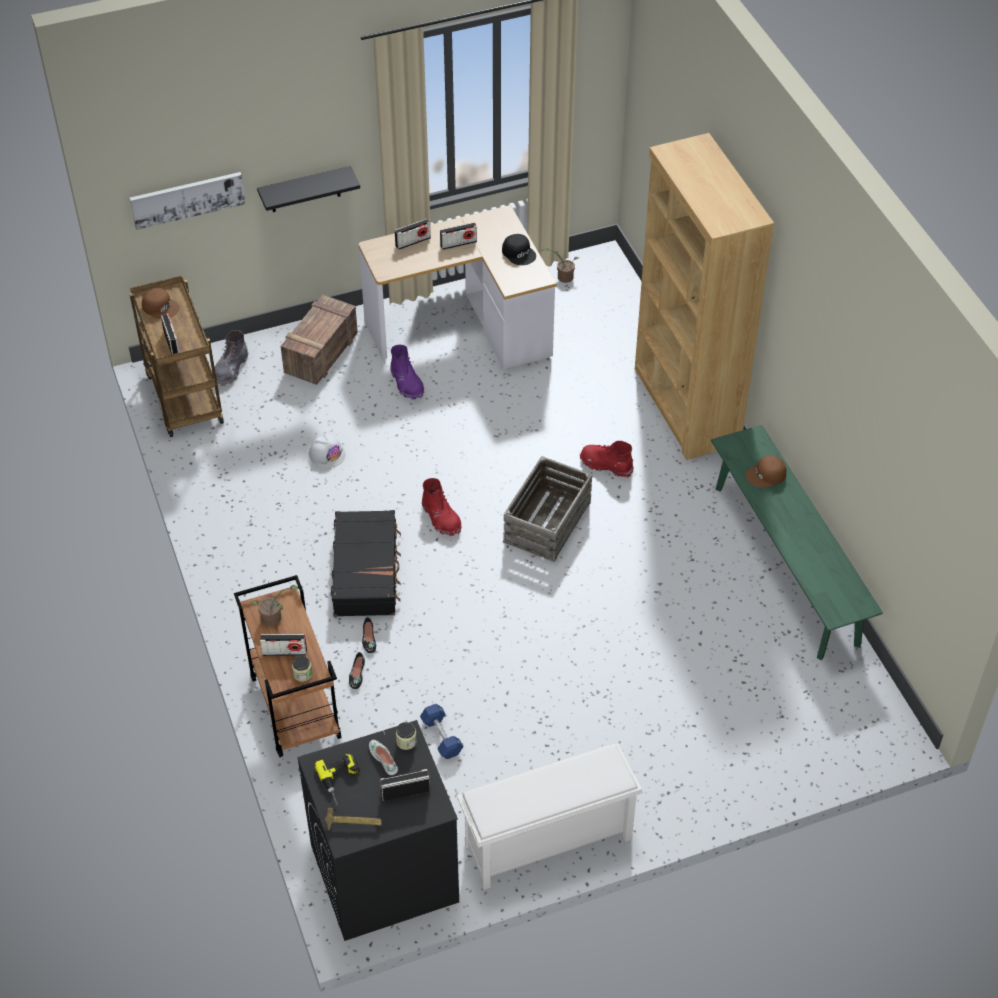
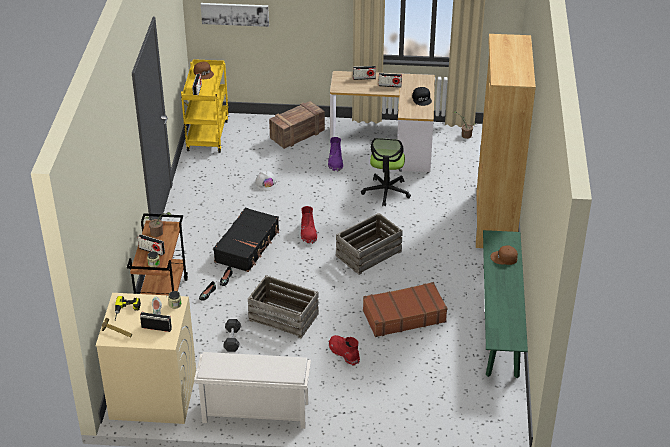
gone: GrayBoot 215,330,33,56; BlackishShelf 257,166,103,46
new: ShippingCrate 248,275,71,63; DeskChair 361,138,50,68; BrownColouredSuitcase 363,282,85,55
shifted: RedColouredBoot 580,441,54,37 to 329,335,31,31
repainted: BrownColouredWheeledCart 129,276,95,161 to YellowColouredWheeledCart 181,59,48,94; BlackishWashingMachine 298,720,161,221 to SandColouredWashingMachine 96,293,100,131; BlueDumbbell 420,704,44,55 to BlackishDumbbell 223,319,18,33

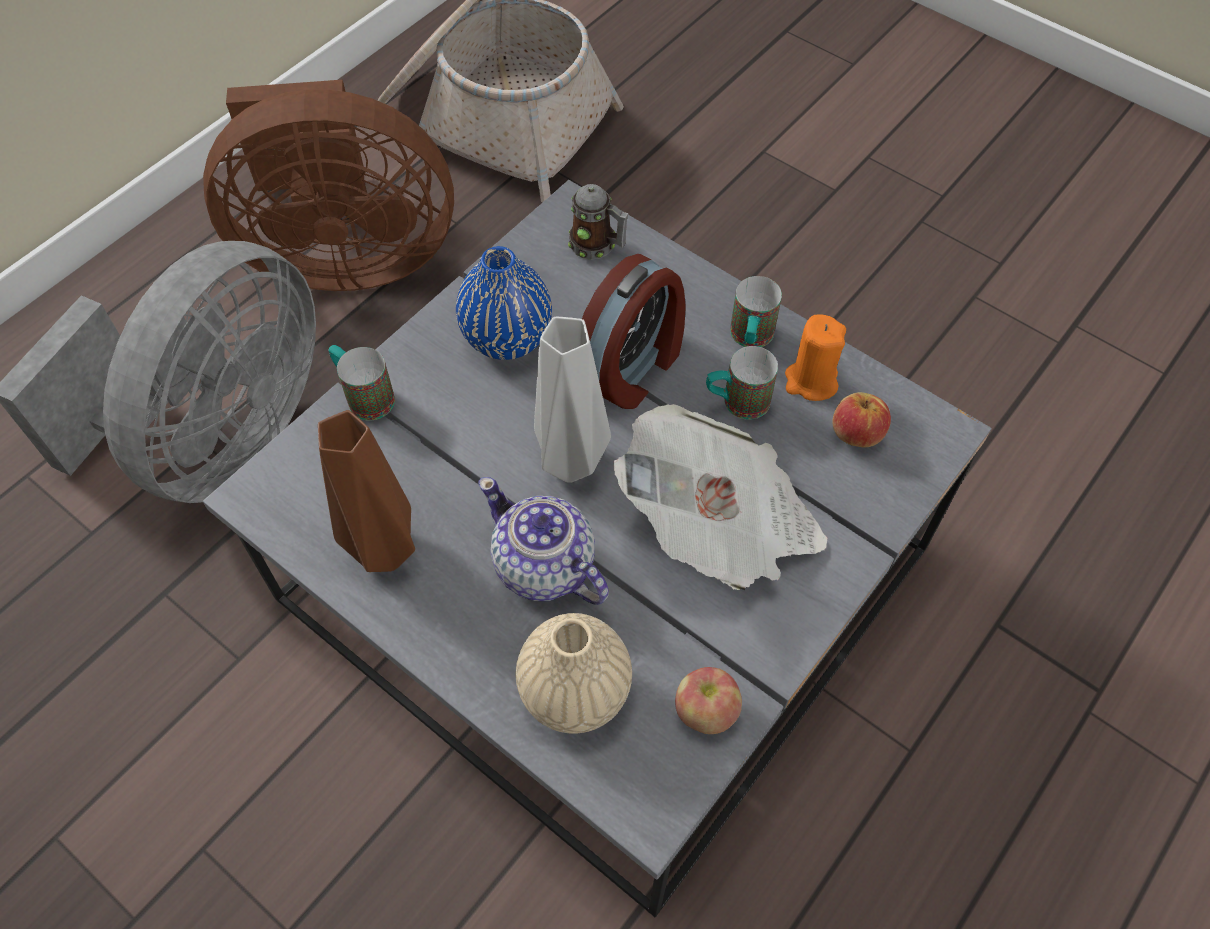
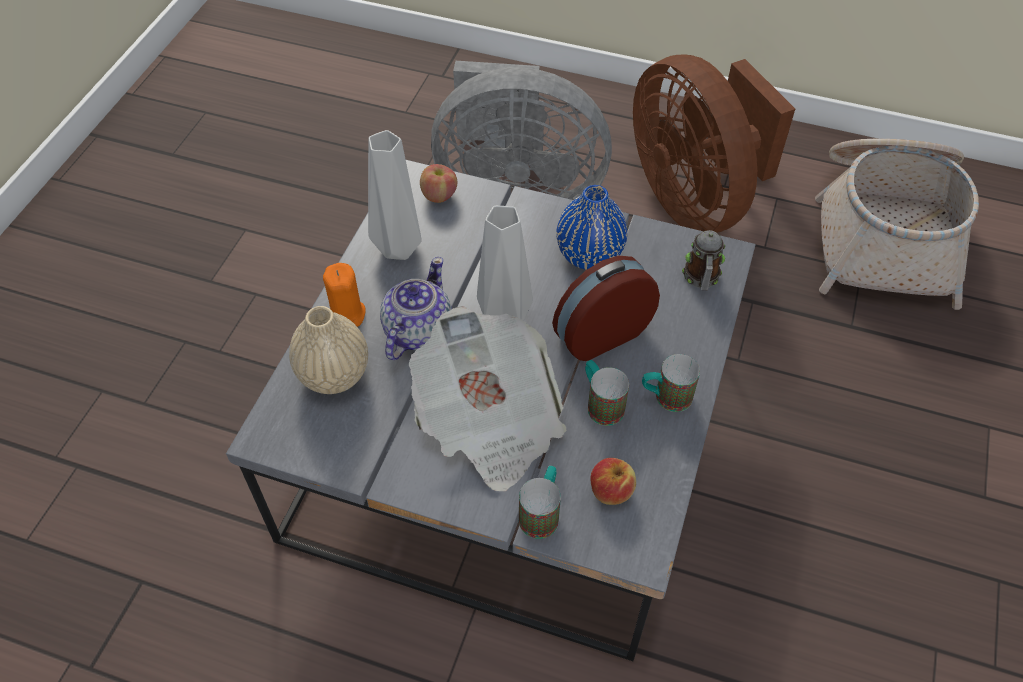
shifted: Mug 329,345,66,76 to 519,466,42,73; AppleFruit 675,667,67,67 to 420,164,37,39; OrangeWaxCandle 785,314,61,87 to 323,263,43,64
repainted: BrownColouredVase 318,410,97,162 to GrayVase 368,130,54,130
rotated: TableClock 582,254,104,155 = 552,256,108,105 135 degrees clockwise

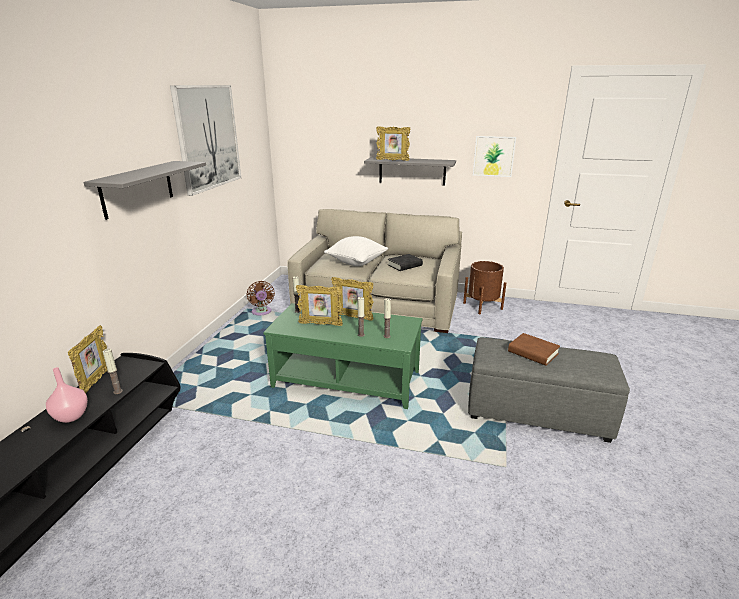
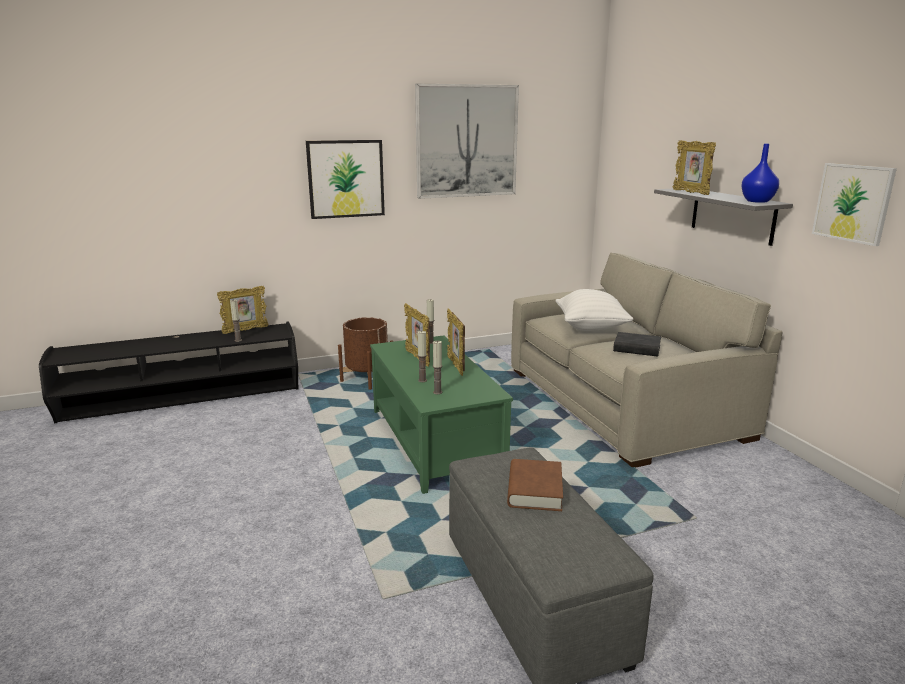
gone: PinkishVase 46,367,42,56; BrownColouredElectricFan 246,281,29,34
new: BlueVase 741,144,38,59
shifted: BrownColouredFlowerPot 463,261,43,53 to 338,317,55,73
swapped: GrayShelf 83,161,123,59 to WallArt 306,140,79,79

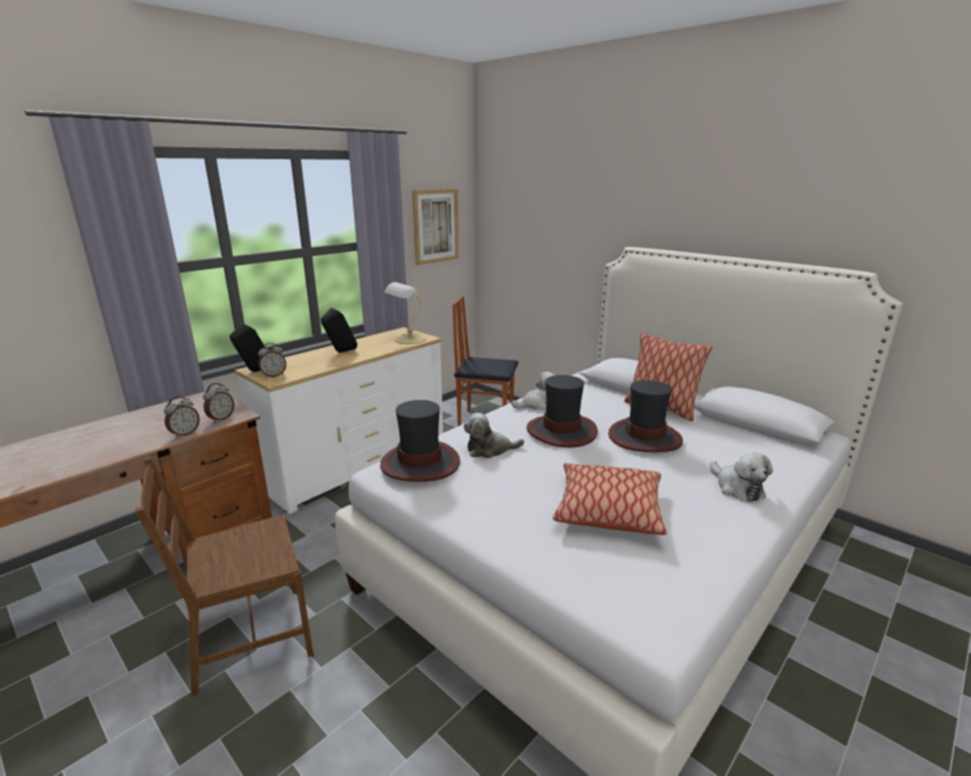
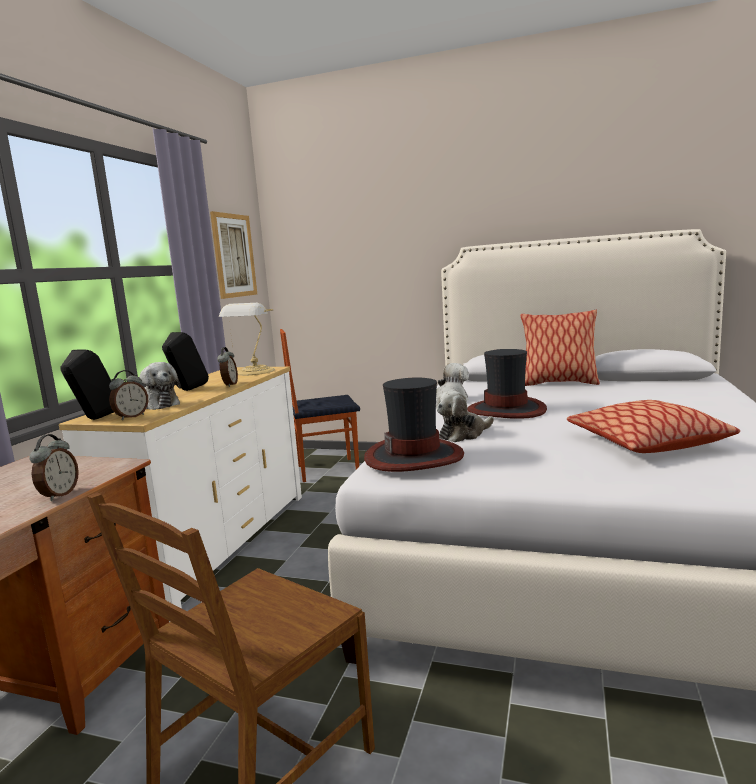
gone: WearableHat 608,380,75,72
shifted: TableClock 203,383,31,39 to 217,347,21,40; SoftToy 710,453,63,49 to 139,362,42,48

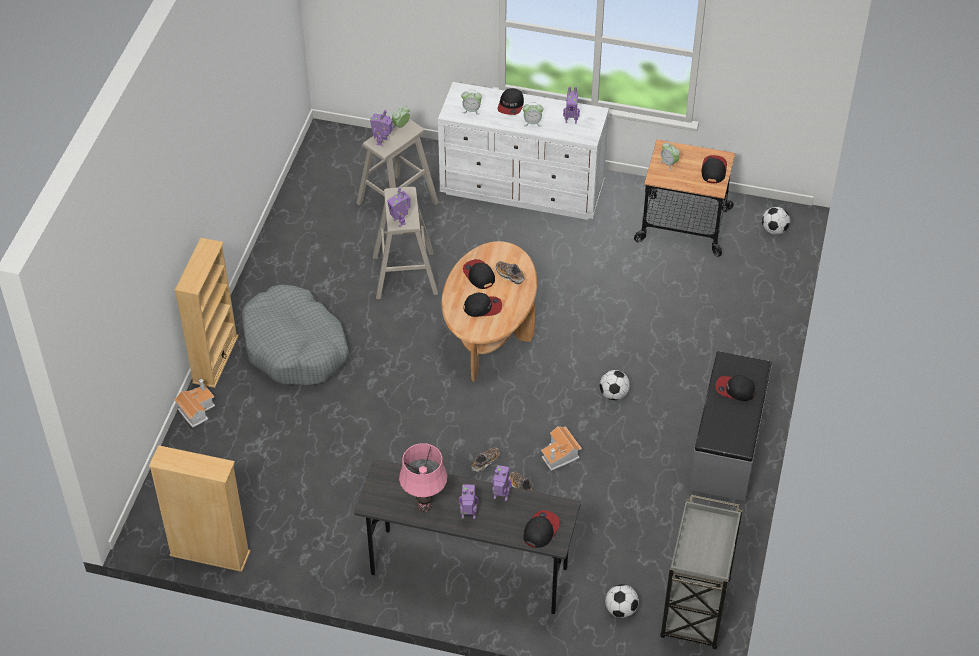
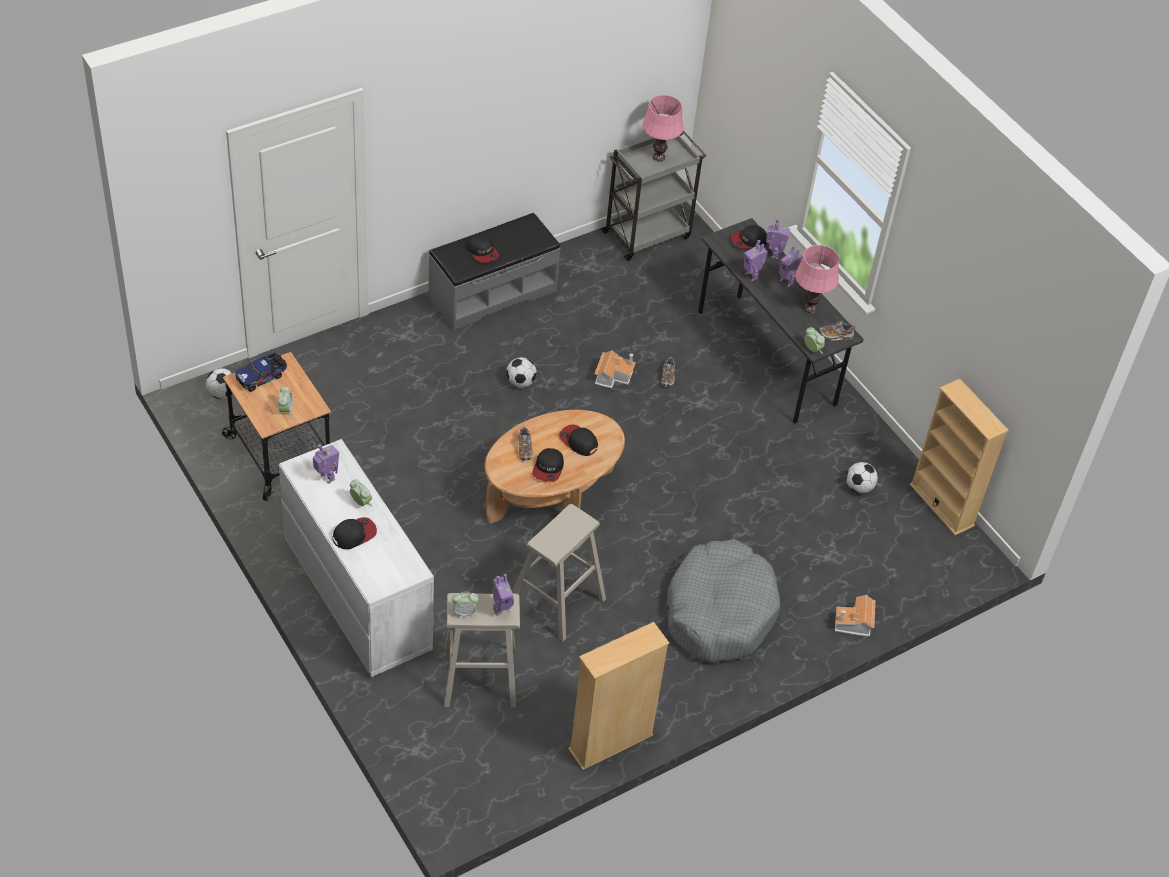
new: PinkishLampForATable 642,95,41,67
shifted: SandColouredBookshelf 175,238,64,150 to 568,622,101,148; ModelRobot 387,187,23,40 to 766,219,24,40; TableClock 461,90,21,25 to 804,327,21,27; Shoe 471,447,29,26 to 819,321,37,19; Football 605,584,34,34 to 846,462,32,31
swapped: PeakedCap 701,155,26,28 to ModelTruck 235,352,52,40

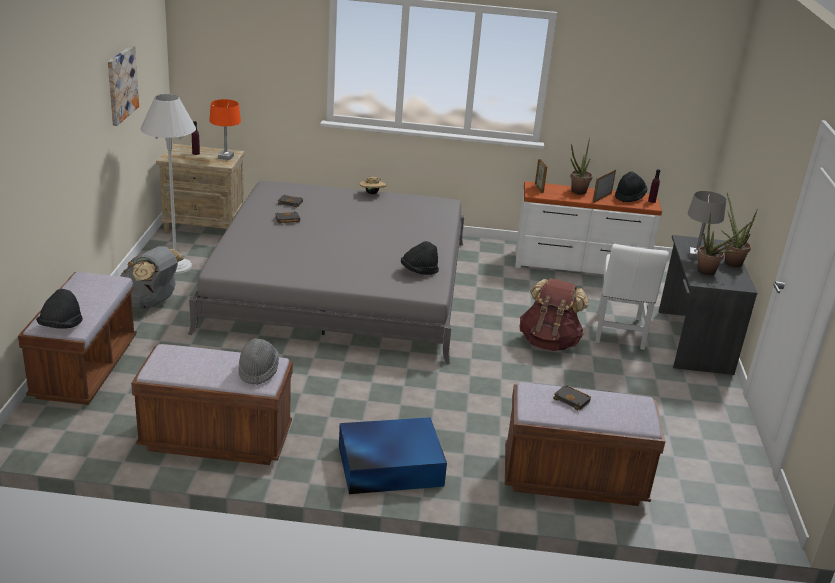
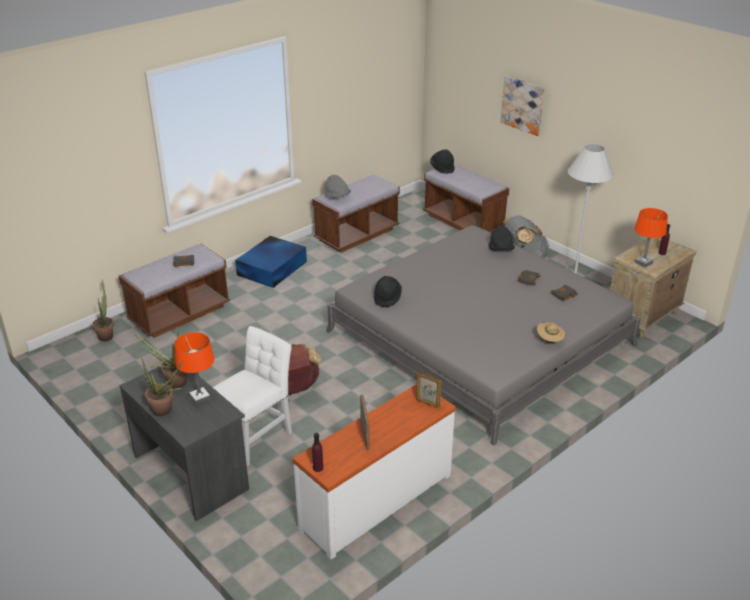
shifted: WallArt 108,45,31,81 to 500,76,45,60; Houseplant 571,138,22,57 to 92,280,22,62; BlackishWearableHat 615,172,33,30 to 488,225,27,26
repainted: GrayLampForATable 688,191,39,68 to OrangeLampForATable 174,332,40,73
rotated: WhitishChair 595,244,74,106 = 213,326,79,140 75 degrees clockwise

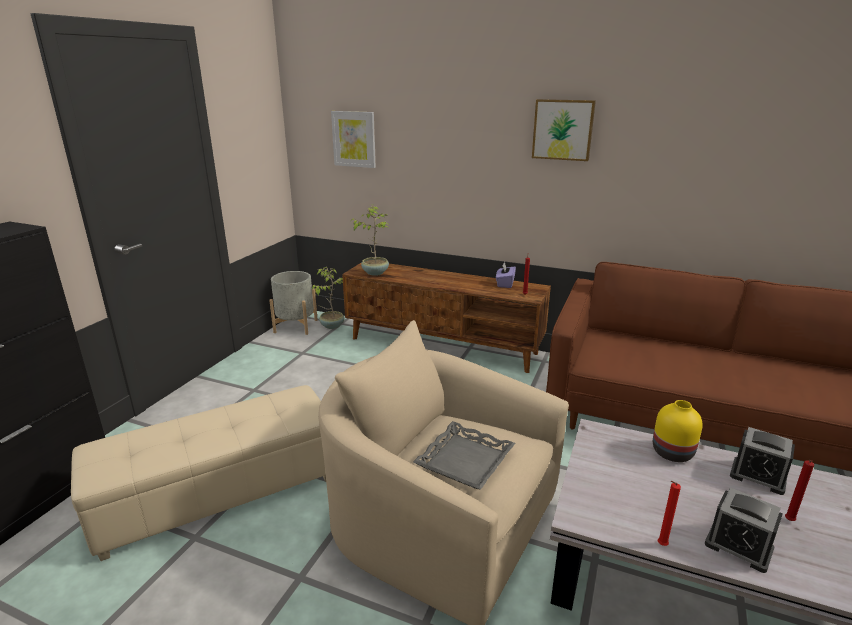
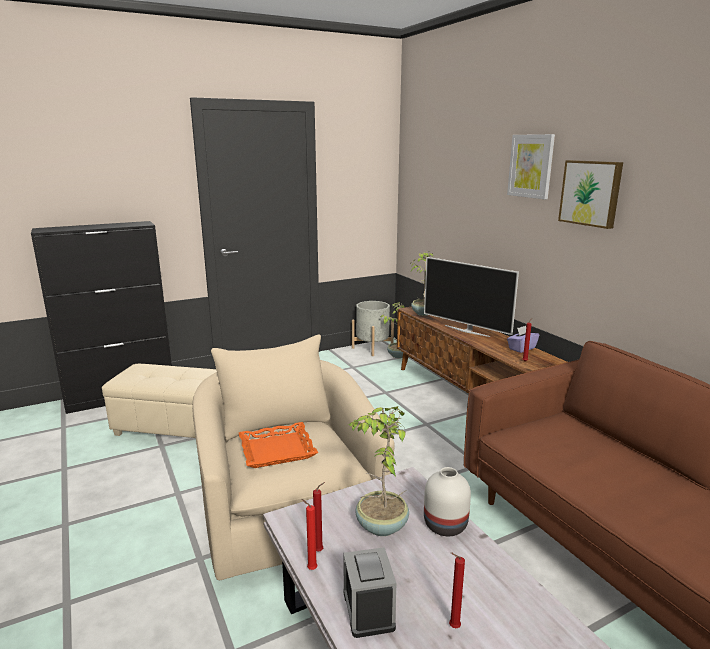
gone: TableClock 730,427,65,68
new: RedColouredWaxCandle 313,482,12,69; Houseplant 349,406,60,130; Tv 424,257,95,80
shifted: WallArt 331,111,45,57 to 507,134,48,65
repainted: GrayServingTray 413,421,102,69 to OrangeServingTray 239,422,79,46; YellowColouredVase 653,400,50,62 to WhitishVase 424,467,47,69

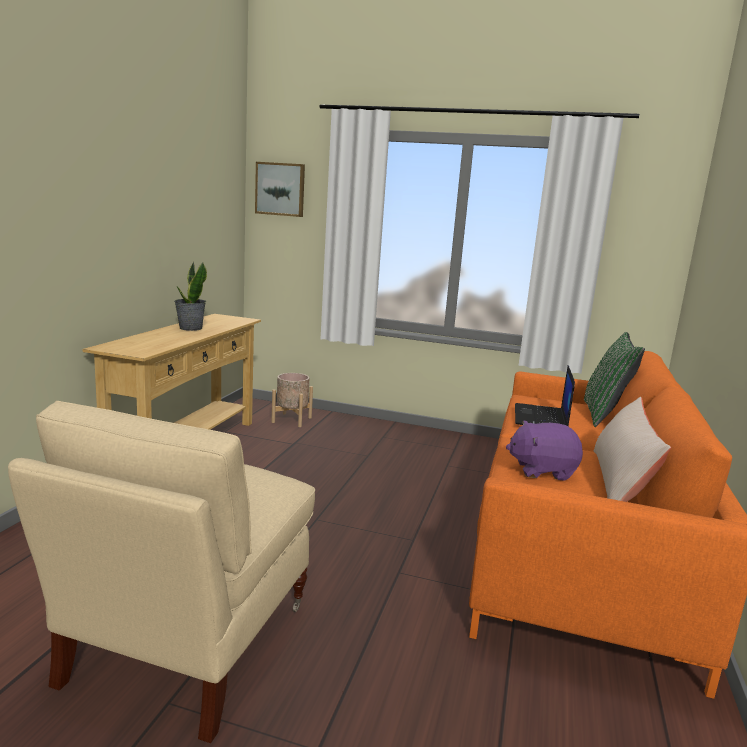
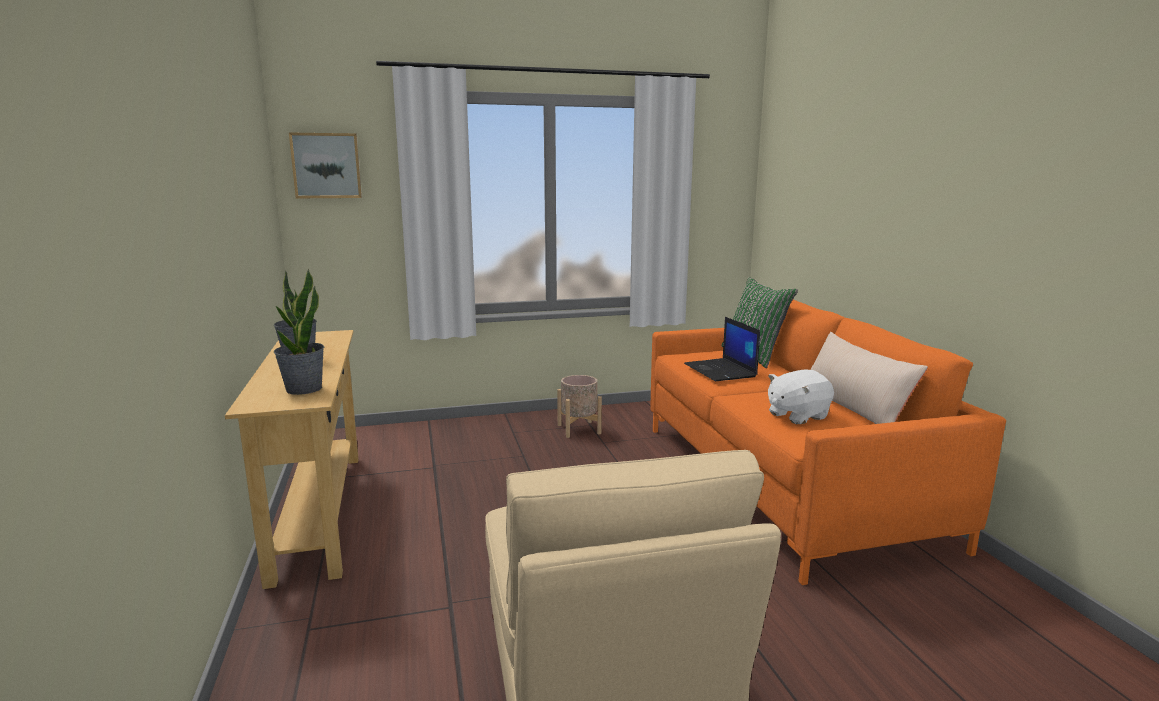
new: Houseplant 274,286,50,109
shifted: SandColouredFlowerPot 271,373,42,54 to 557,375,45,63
repainted: PurplishSoftToy 506,420,77,61 to WhitishSoftToy 768,370,66,54

